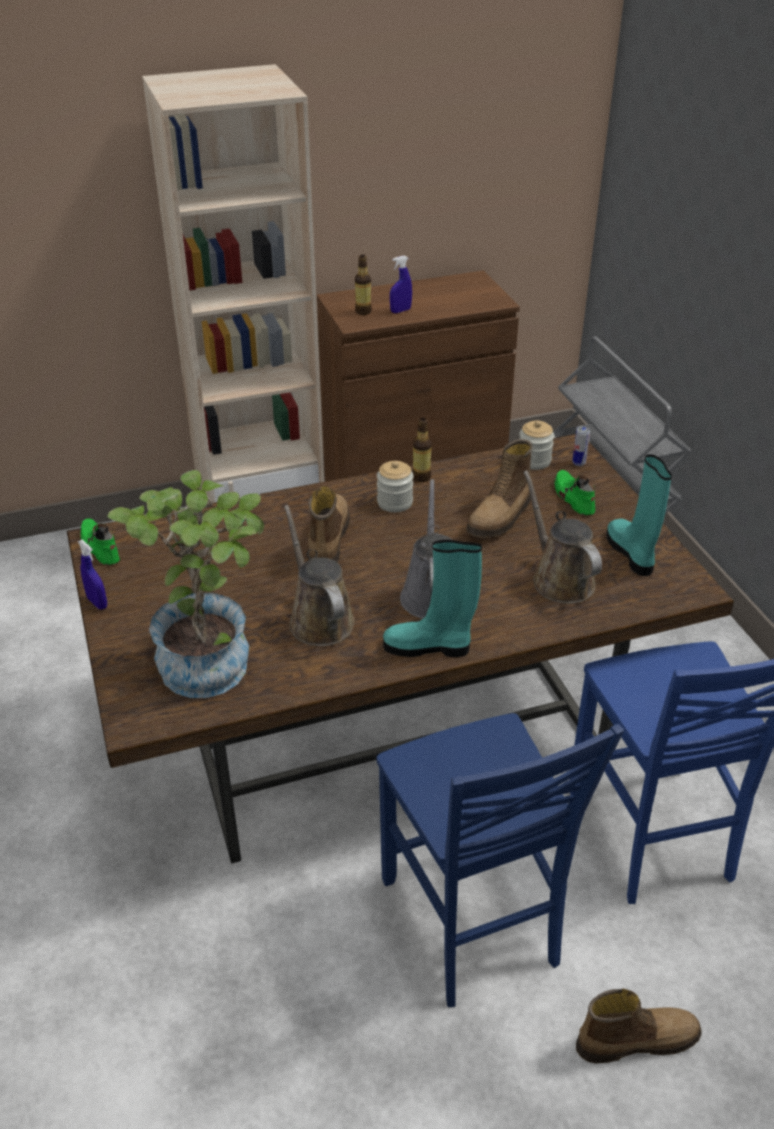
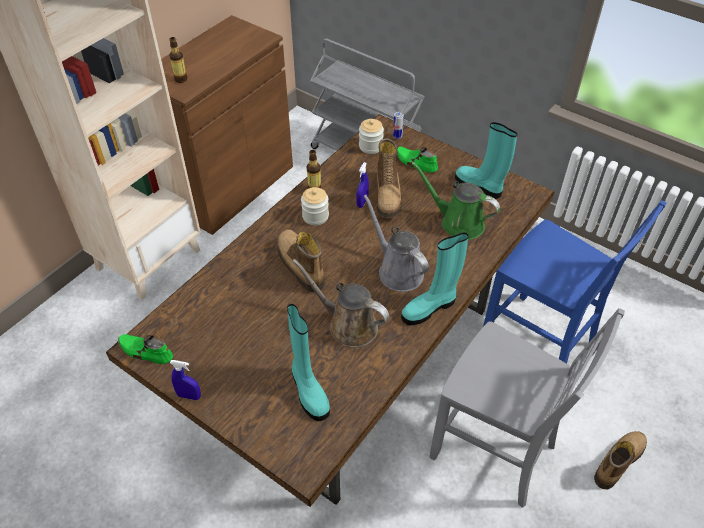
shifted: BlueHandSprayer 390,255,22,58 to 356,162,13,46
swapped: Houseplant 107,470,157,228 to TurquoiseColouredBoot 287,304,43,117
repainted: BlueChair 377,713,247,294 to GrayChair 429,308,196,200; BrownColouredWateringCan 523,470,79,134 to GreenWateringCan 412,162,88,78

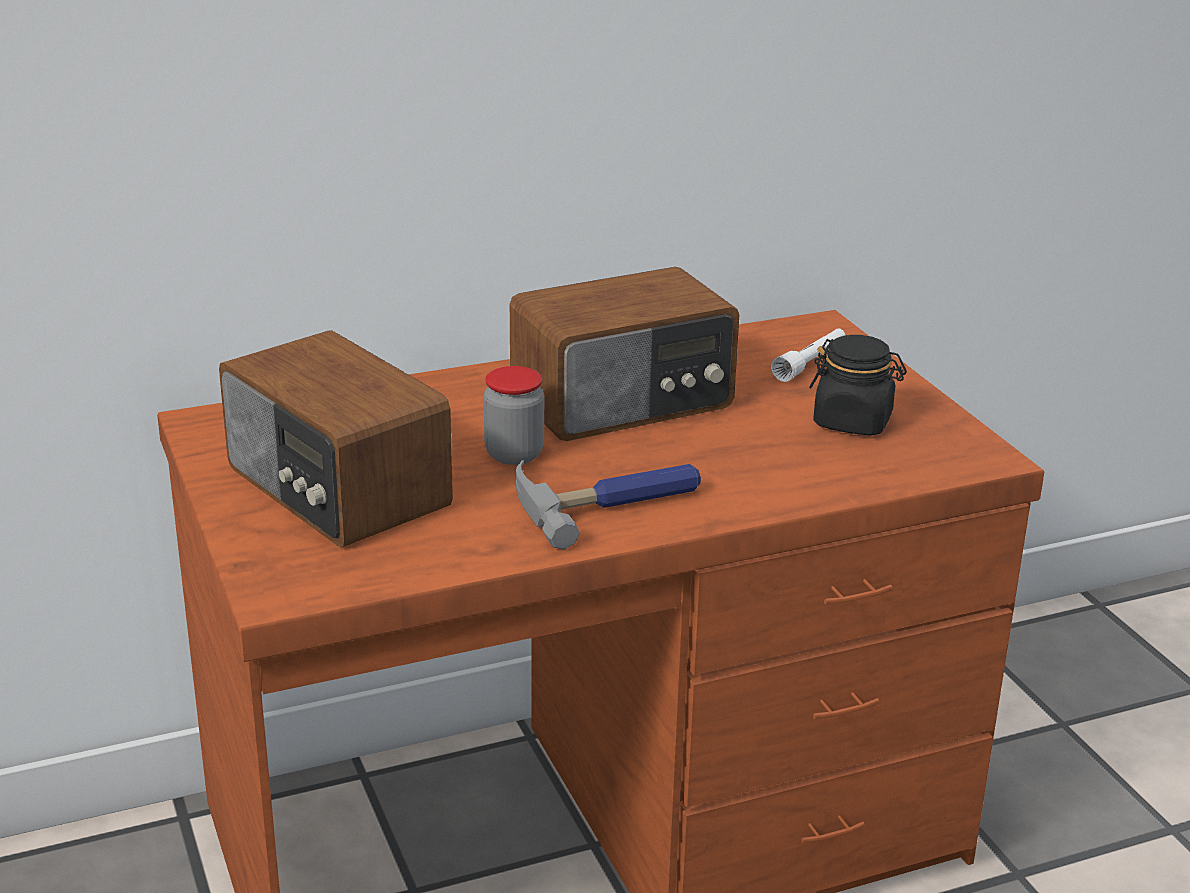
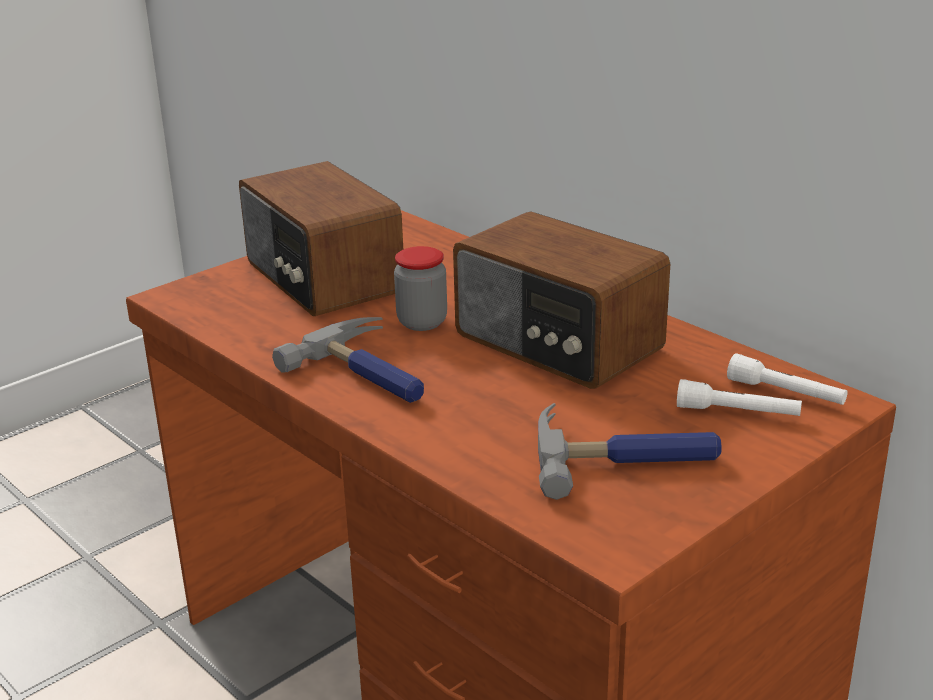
new: WhitishHandTorch 727,353,121,52
swapped: BlackishStorageJar 809,335,98,100 to Hammer 538,403,184,97
rotated: RadioSet 219,330,234,217 = 239,161,164,155 60 degrees counterclockwise

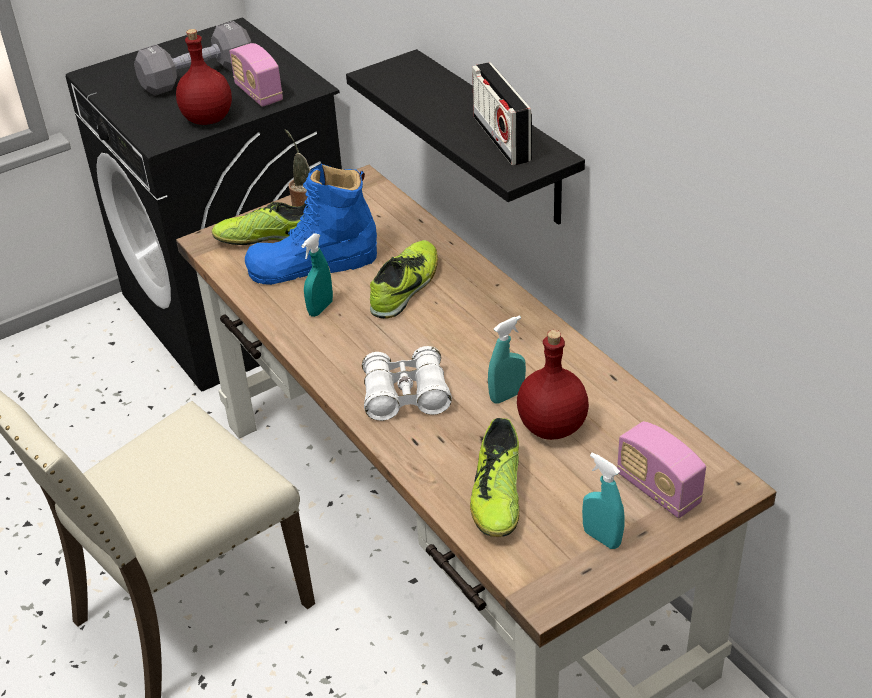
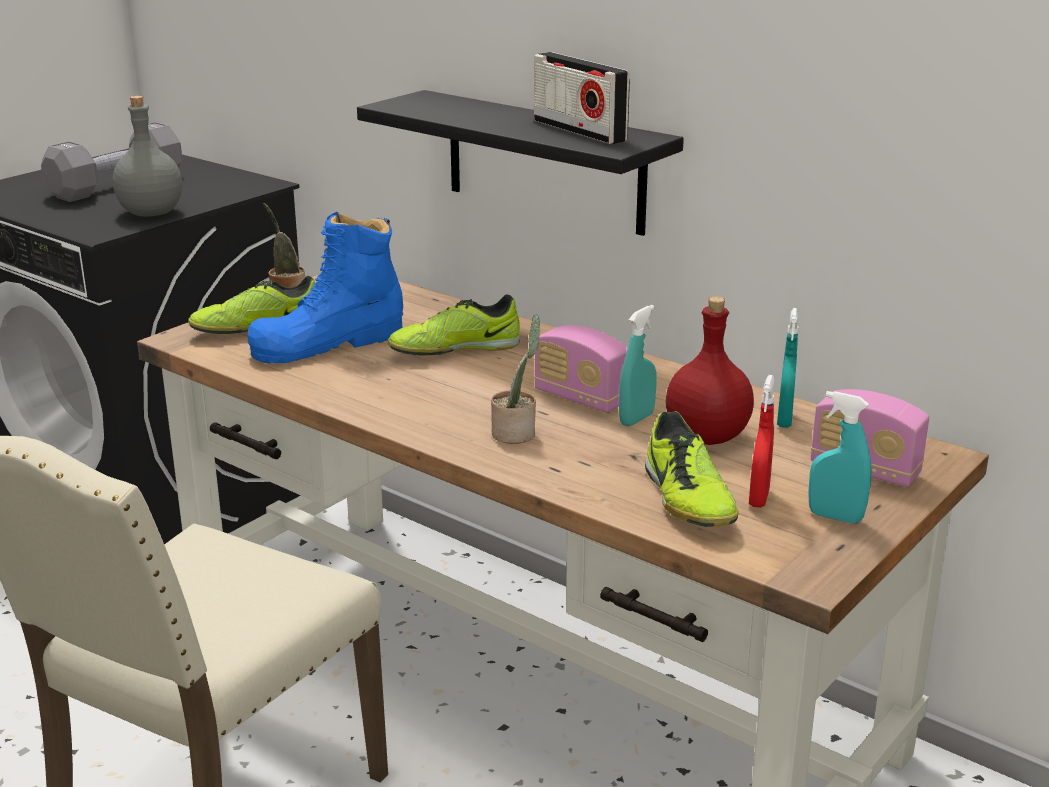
new: RedColouredHandSprayer 749,375,26,133
shifted: RadioSet 229,43,54,64 to 534,325,94,88; TurquoiseColouredHandSprayer 301,233,32,84 to 777,308,21,120
swapped: WhitishBinoculars 362,346,90,75 to Houseplant 491,315,49,129
repainted: RedColouredBeverageBottle 176,29,56,96 to GrayBeverageBottle 113,96,69,121
rotated: Shoe 370,240,68,79 = 388,294,132,61 120 degrees counterclockwise

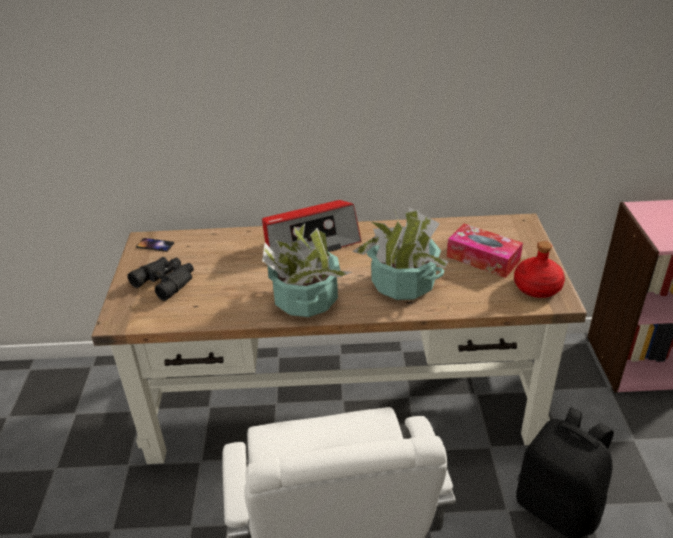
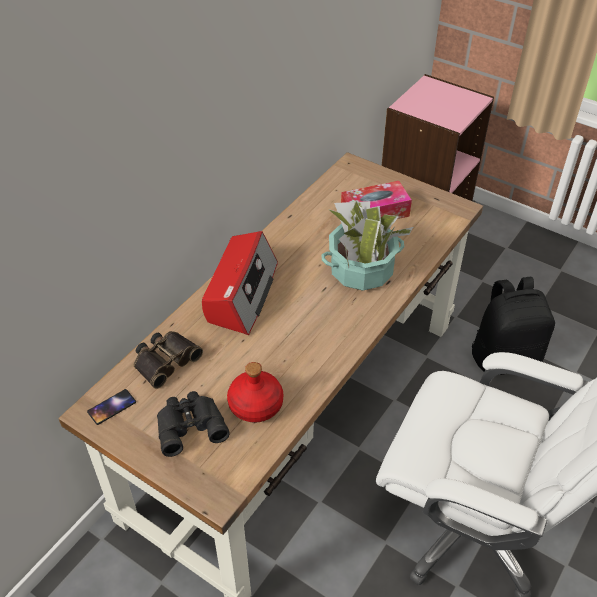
gone: Houseplant 262,223,90,94
new: Binoculars 134,331,69,58
shifted: RedColouredBeverageBottle 514,241,51,57 to 227,362,57,61

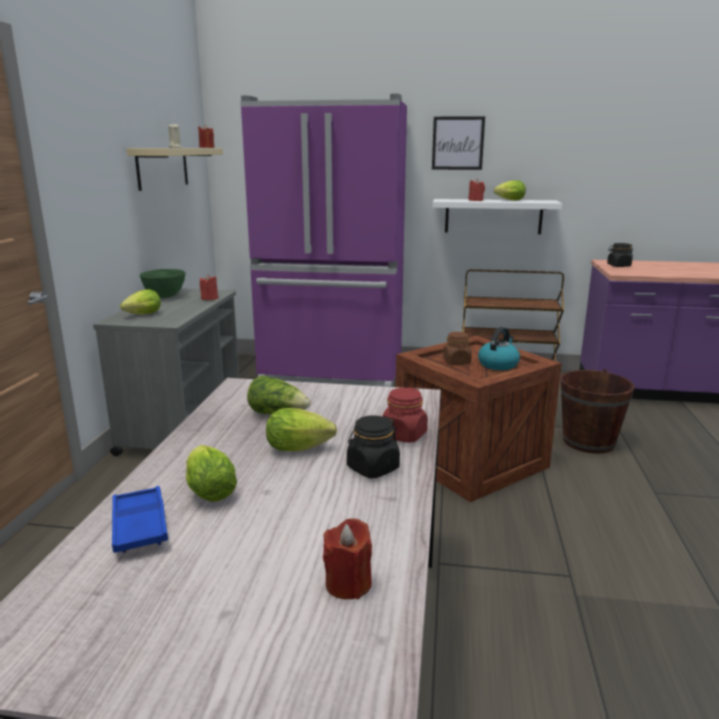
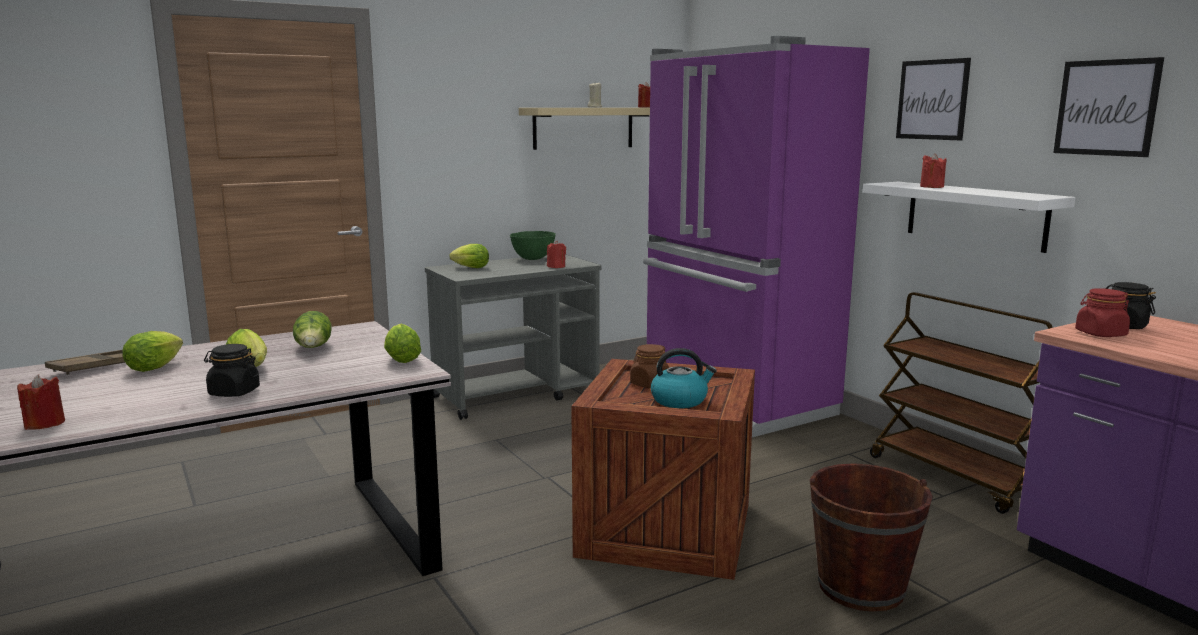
new: WallArt 1053,57,111,100
shifted: RedColouredStorageJar 383,387,45,56 to 1075,288,55,49; LettuceHead 494,180,32,21 to 384,324,37,39
repainted: BlueServingTray 112,486,56,67 to BrownColouredServingTray 45,350,80,25

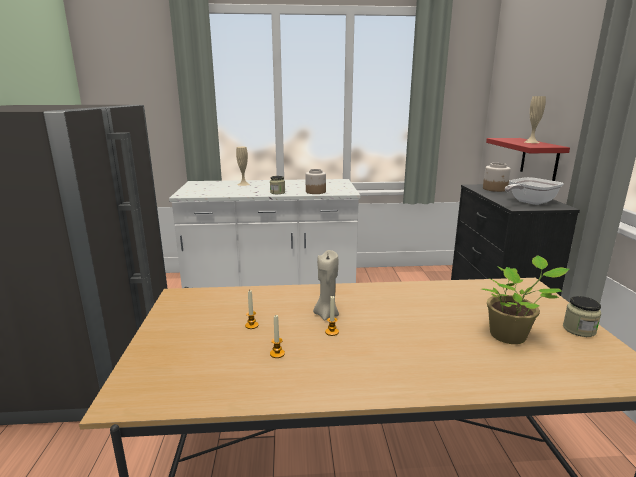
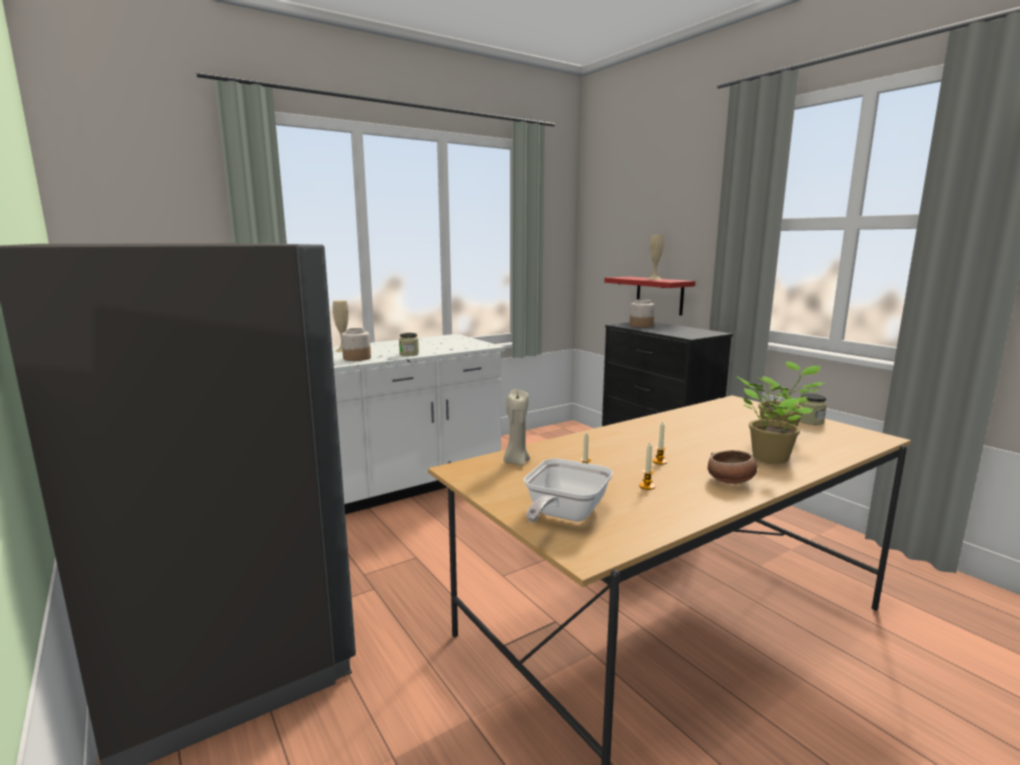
new: ServingBowl 708,450,49,34; Houseplant 736,376,77,87
shifted: StorageJar 306,169,20,25 to 341,328,30,33; SandColouredWaxCandle 313,250,26,70 to 503,389,27,76; Pan 505,177,59,28 to 524,458,89,64

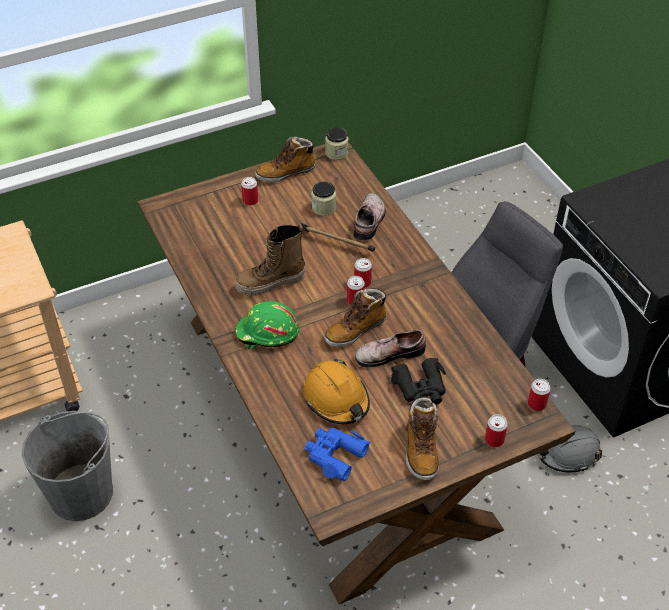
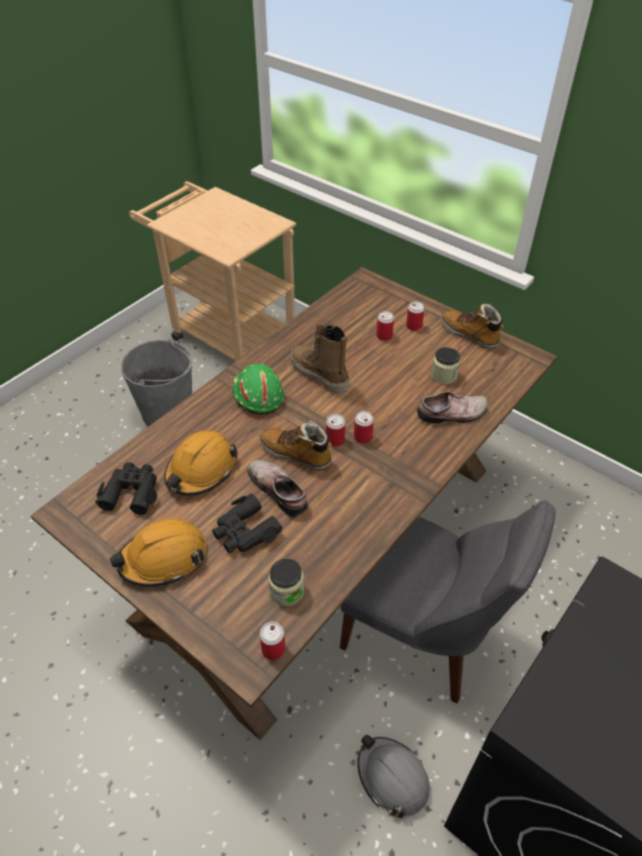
gone: Hammer 299,222,76,30
shifted: StorageJar 325,127,23,33 to 268,559,36,47; MetalCan 485,414,23,33 to 376,311,18,30
swapped: Boot 406,397,33,83 to OrangeSafetyHelmet 110,518,96,69
repainted: BlueBinoculars 304,427,66,54 to BlackishBinoculars 95,462,62,53

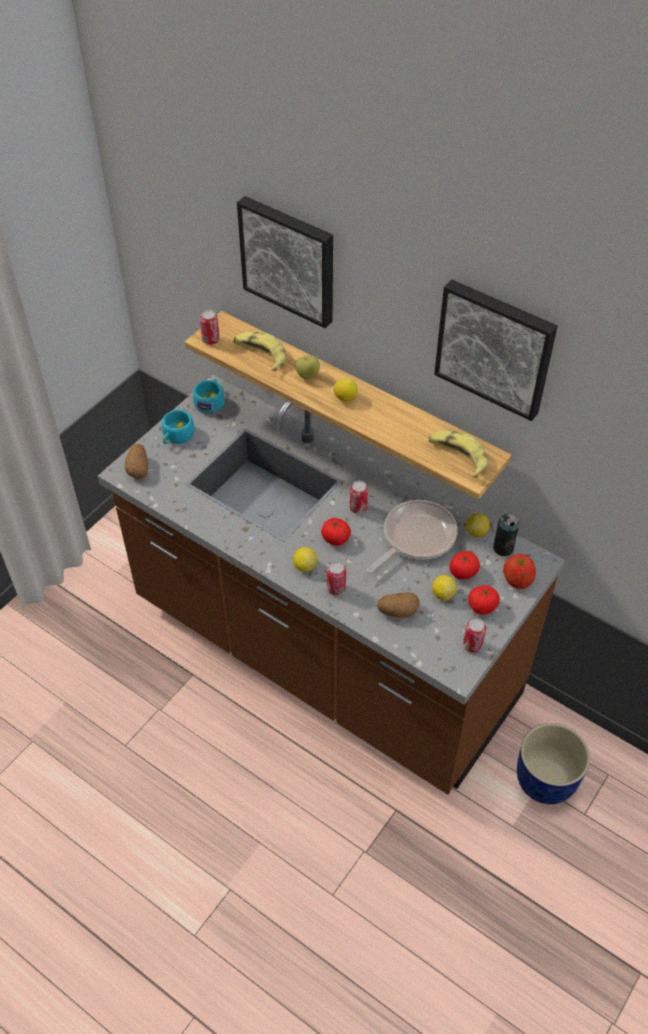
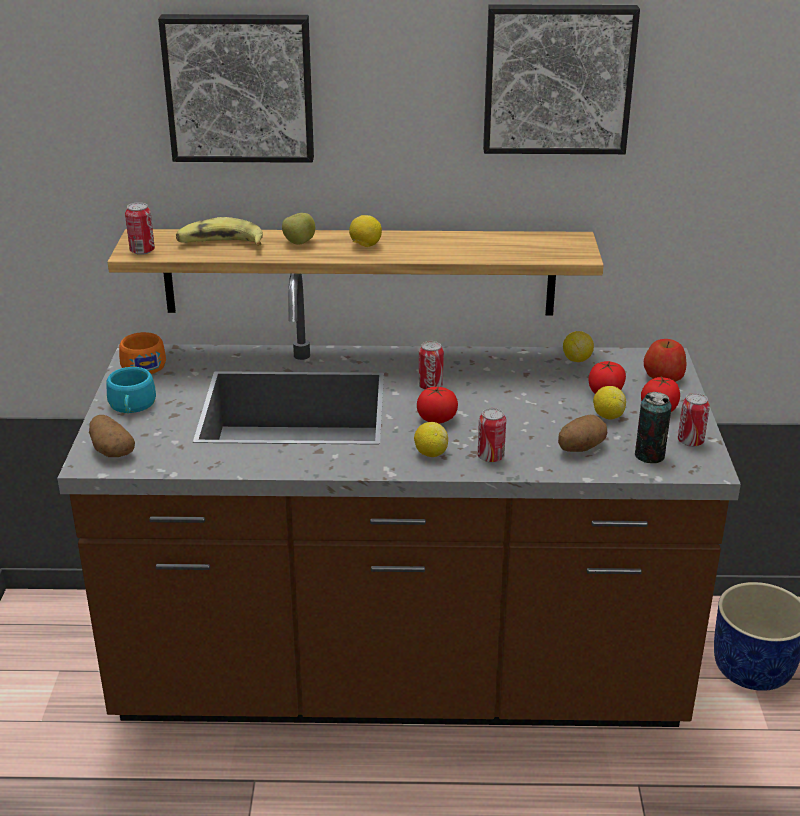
gone: Pan 366,500,92,73; WholeBanana 429,430,59,48
shifted: MetalCan 493,513,26,43 to 635,392,37,71
repainted: TurquoiseColouredDrinkingCup 193,379,32,34 to OrangeDrinkingCup 119,332,47,42

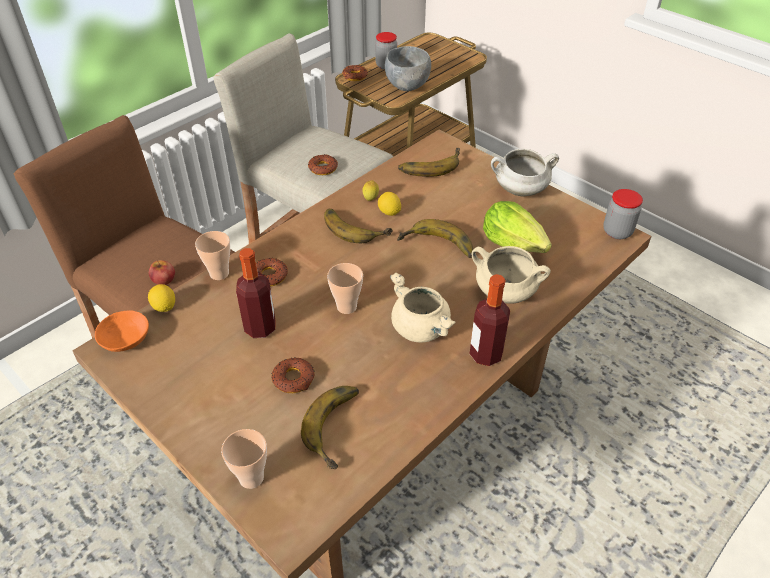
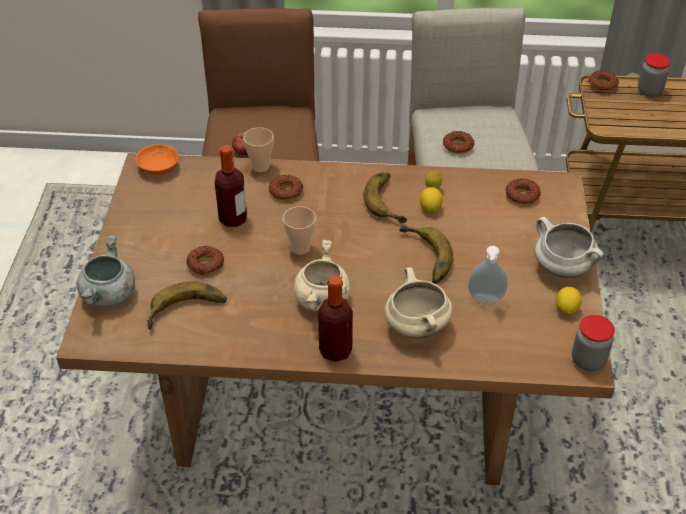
gone: GrayServingBowl 385,46,46,45
shifted: WholeLemon 148,284,27,28 to 556,287,26,28
swapped: DrinkingCup 221,429,46,60 to GrayStockpot 77,235,58,72; WholeBanana 398,148,62,29 to Donut 506,178,35,26; LettuceHead 483,201,69,52 to LiquidSoapBottle 468,246,40,57

